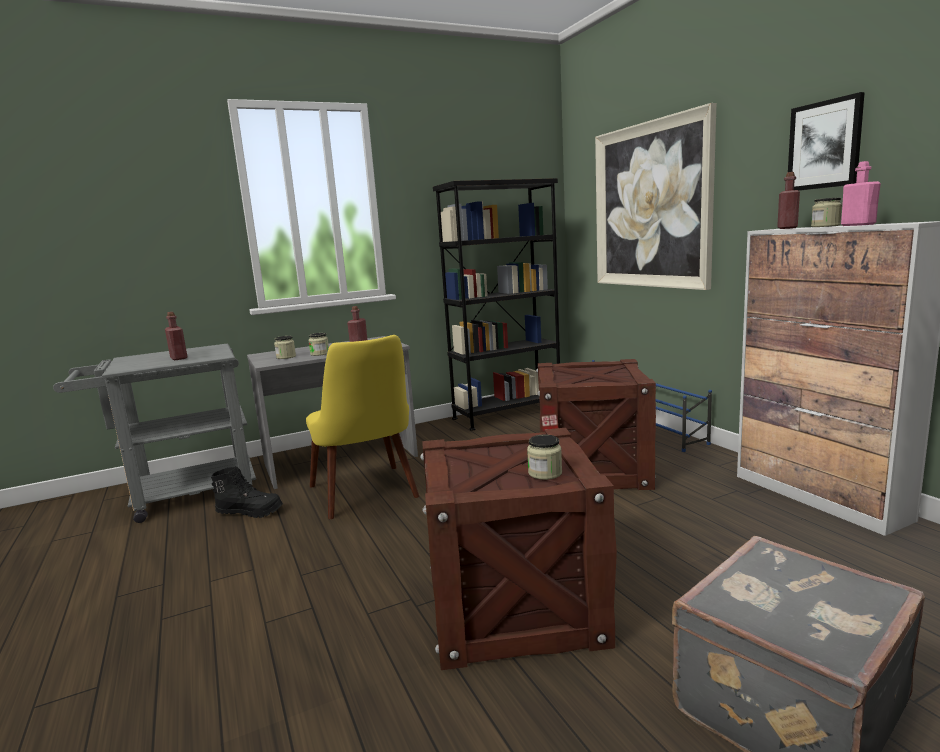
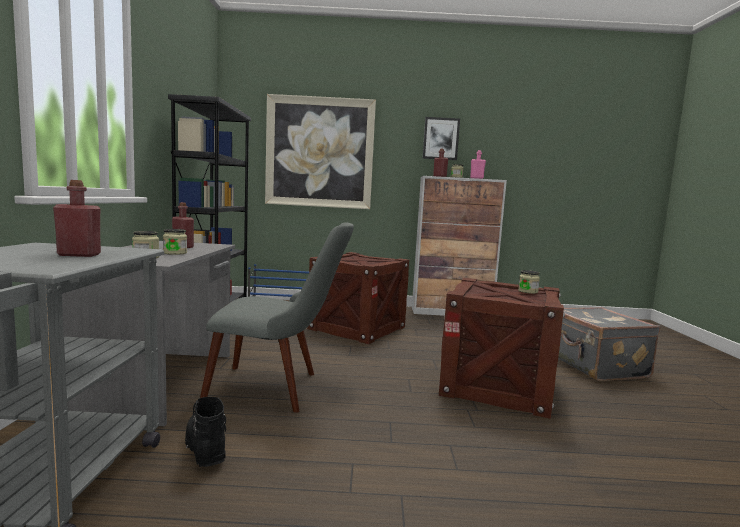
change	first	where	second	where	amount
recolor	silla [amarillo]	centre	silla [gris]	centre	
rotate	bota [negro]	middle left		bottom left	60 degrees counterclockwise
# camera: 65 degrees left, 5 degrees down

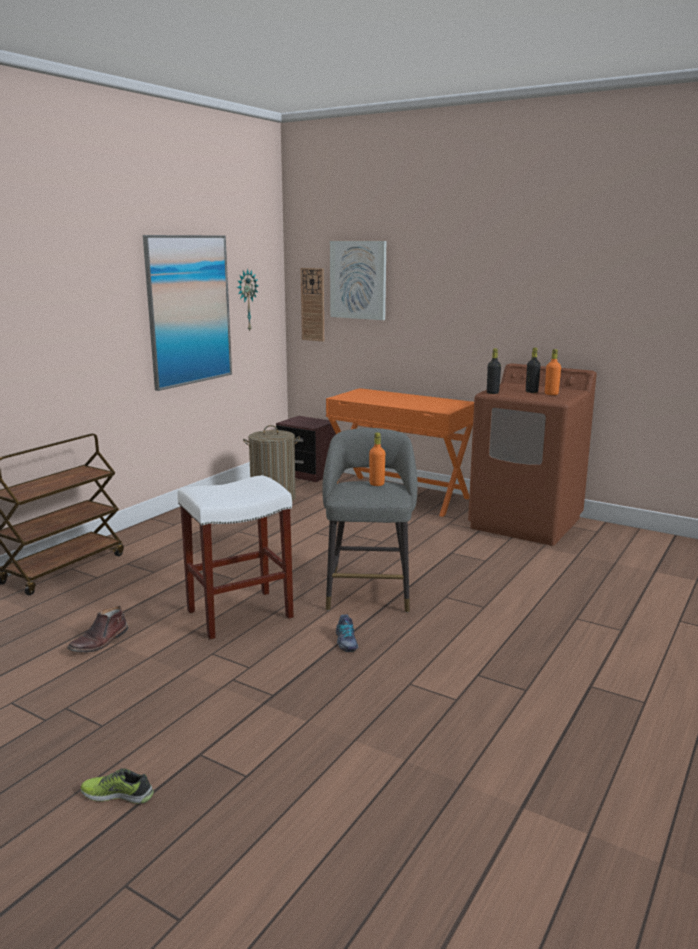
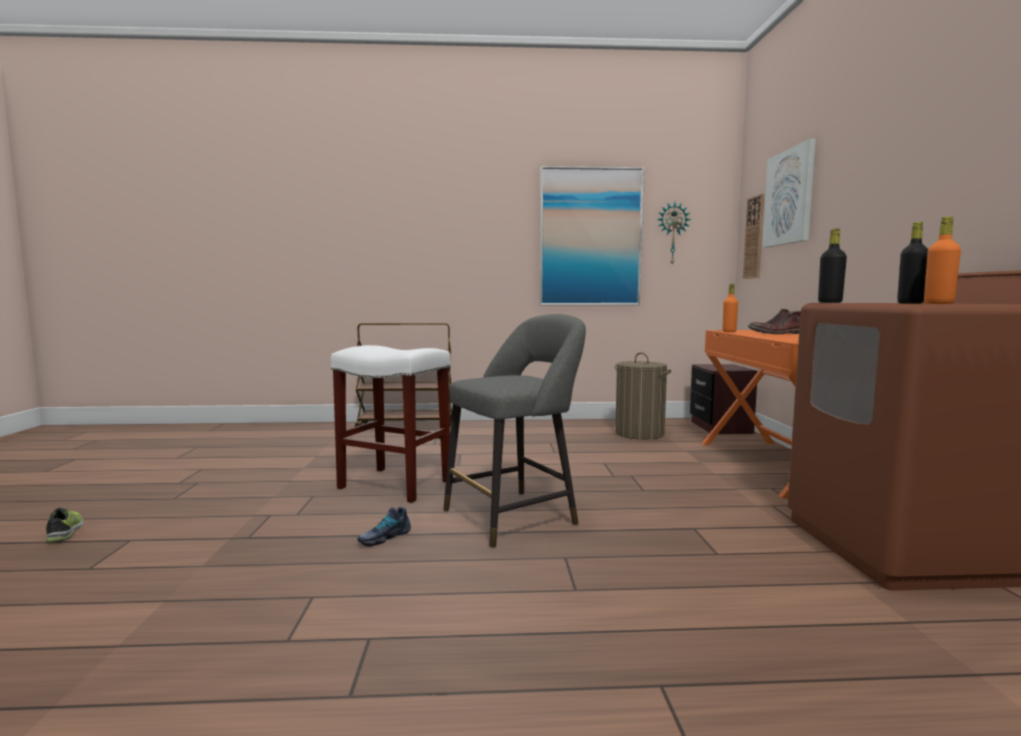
change	first	where	second	where	amount
move	botella [naranja] (1st from left)	centre		middle right	
move	bota [marrón]	middle left		middle right	
# camera: 55 degrees right, 10 degrees down

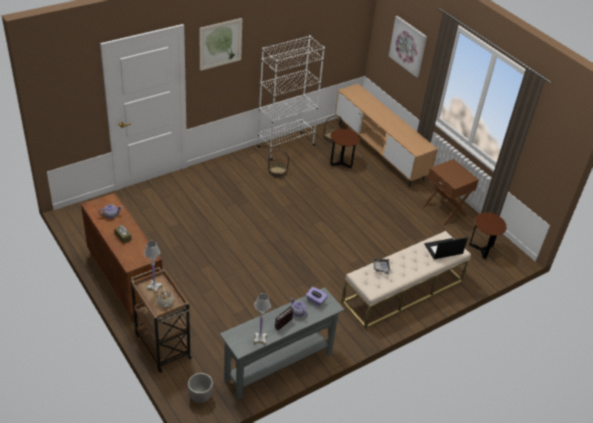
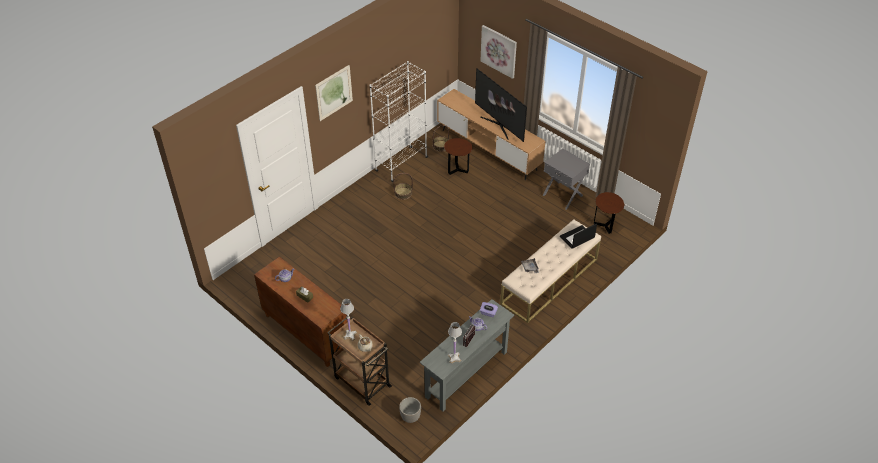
change	first	where	second	where	amount
recolor	mesita de noche [marrón]	middle right	mesita de noche [gris]	centre	
insert			televisor	top centre	
# camera: 10 degrees left, 5 degrees up

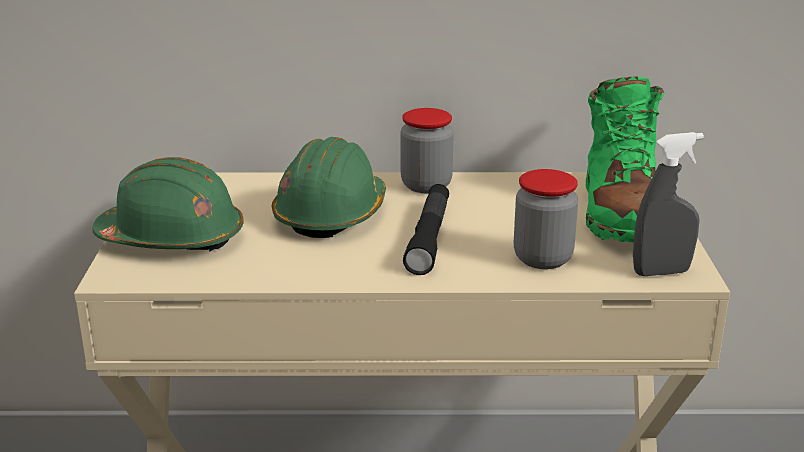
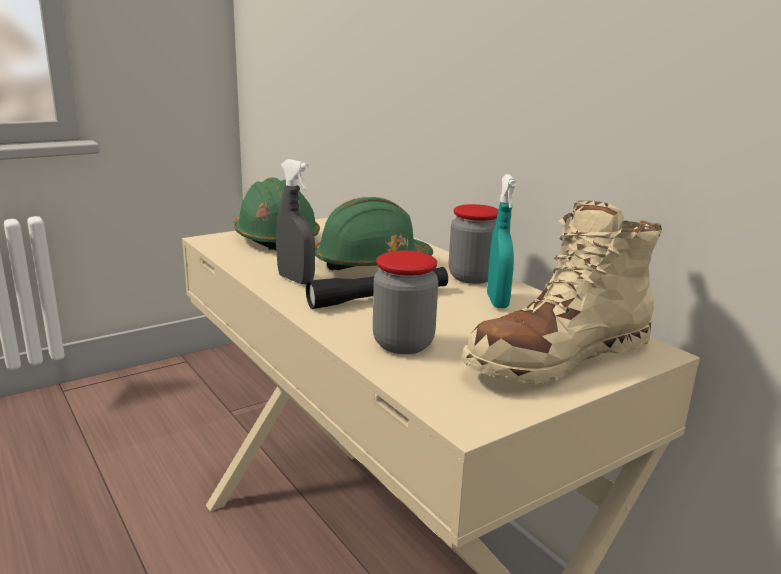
change	first	where	second	where	amount
recolor	bota [verde]	middle right	bota [beis]	middle right	
move	pulverizador [gris]	middle right		centre	
insert			pulverizador [turquesa]	centre	
# camera: 55 degrees right, 5 degrees down

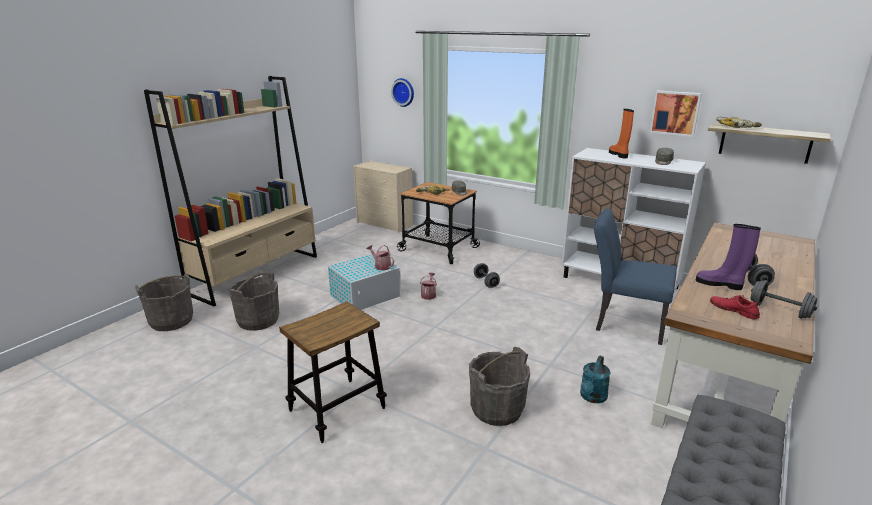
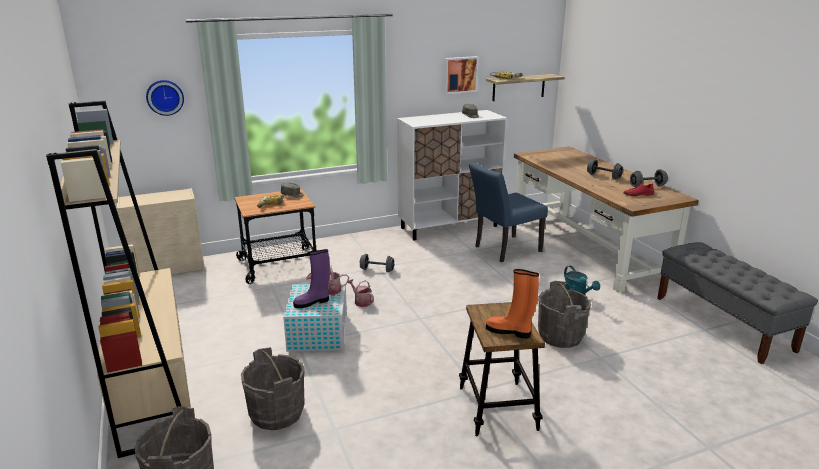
change	first	where	second	where	amount
move	bota [naranja]	top right		centre	
move	bota [morado]	middle right		centre	
# camera: 55 degrees left, 0 degrees up

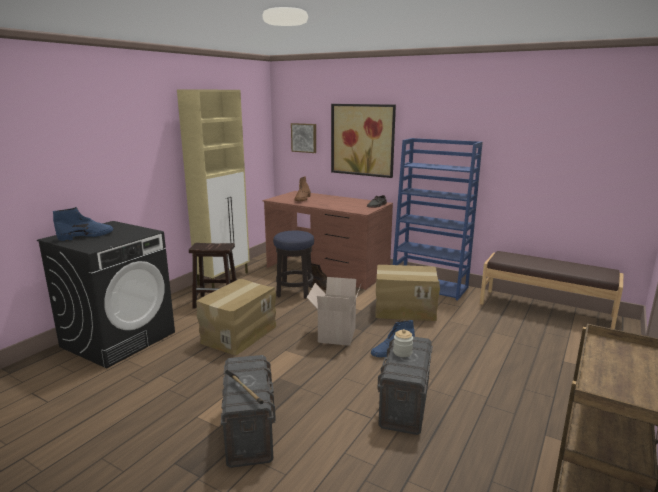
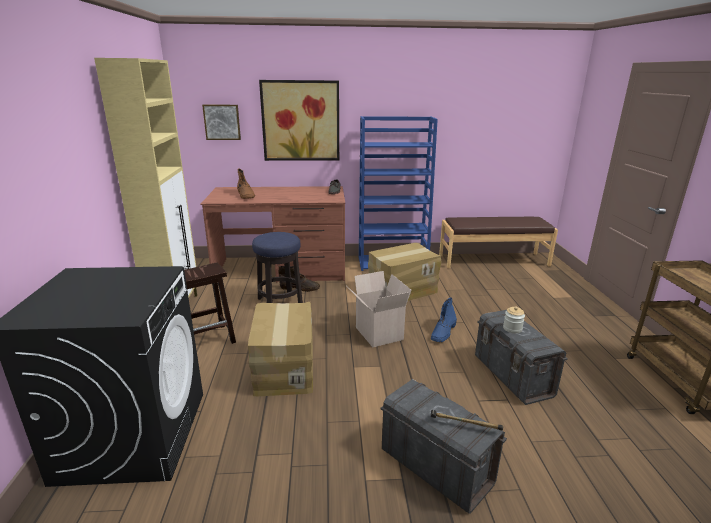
change	first	where	second	where	amount
delete	bota [azul] (1st from left)	middle left			
# camera: 35 degrees left, 5 degrees up

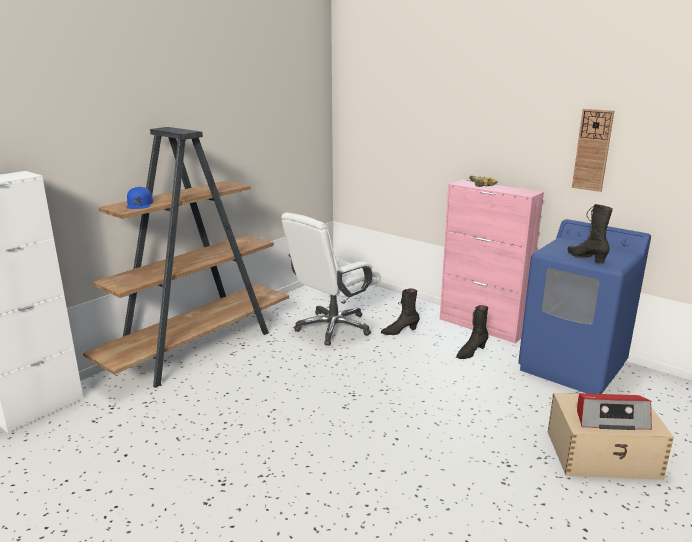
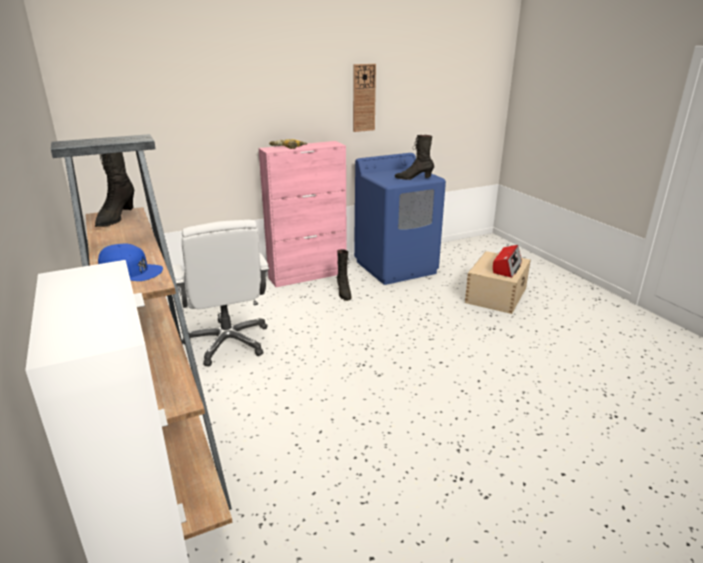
change	first	where	second	where	amount
move	bota [negro] (1st from left)	centre		middle left	
# camera: 65 degrees left, 5 degrees up

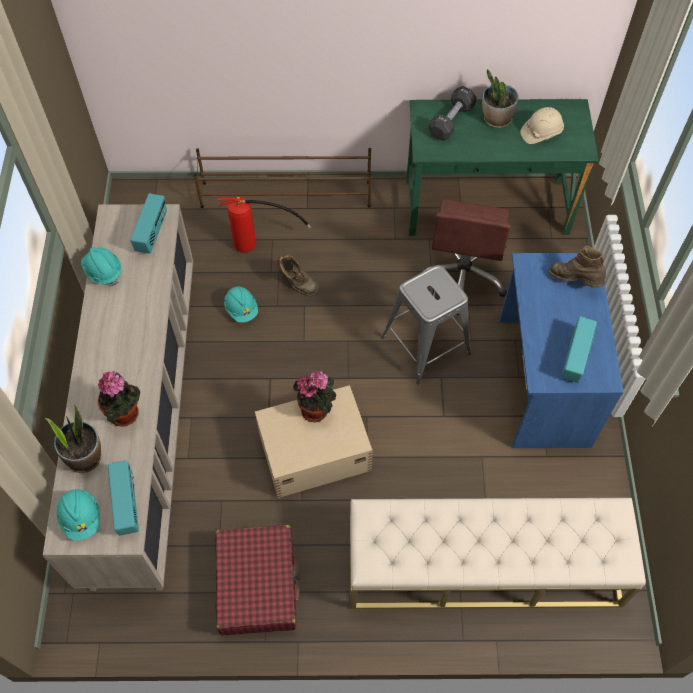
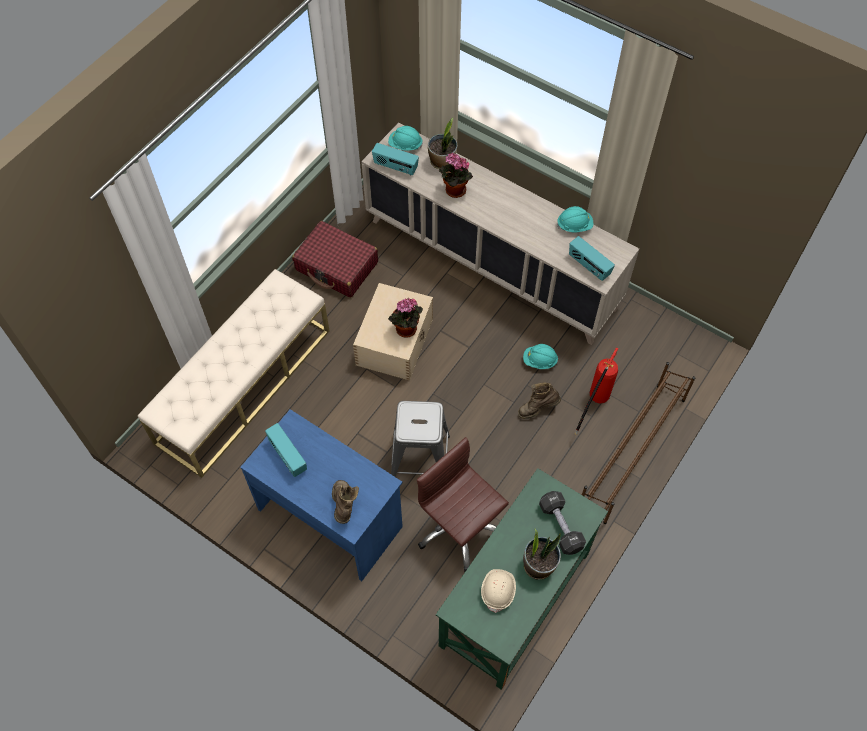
change	first	where	second	where	amount
rotate	bota [marrón] (2nd from left in the first image)	middle right	bota [marrón] (1st from left)	bottom centre	75 degrees counterclockwise
# camera: 125 degrees right, 0 degrees up

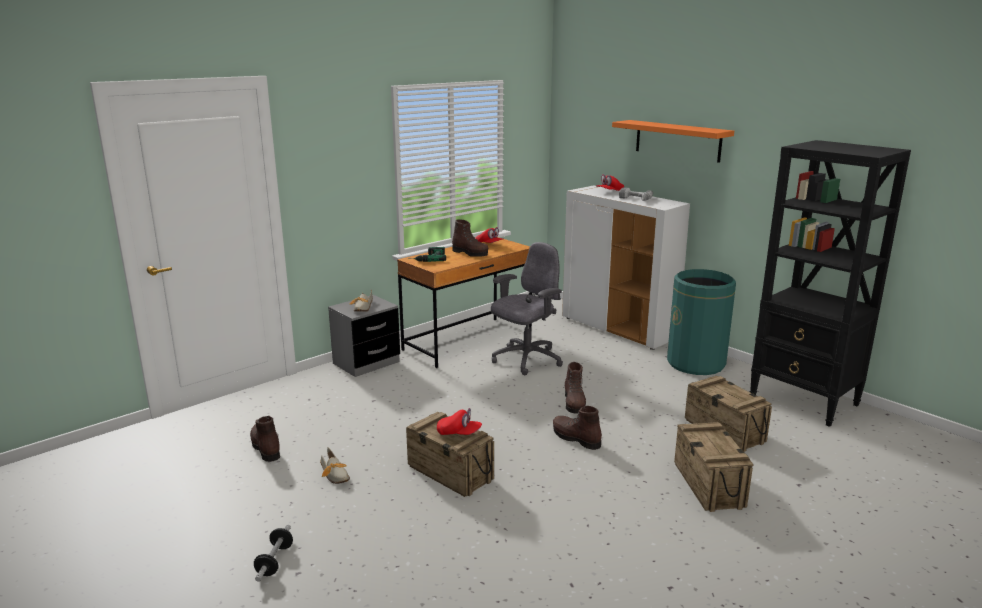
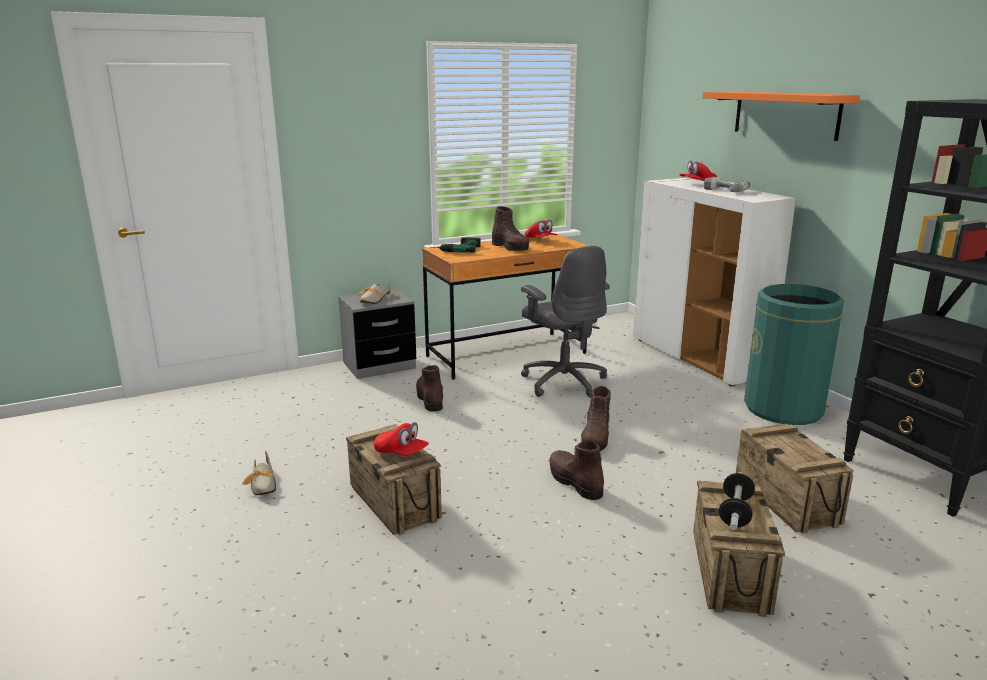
change	first	where	second	where	amount
rotate	silla de oficina [gris]	centre		centre	90 degrees clockwise
move	bota [marrón] (1st from left)	bottom left		centre	
move	mancuerna	bottom left		bottom right	
# camera: 15 degrees right, 0 degrees up

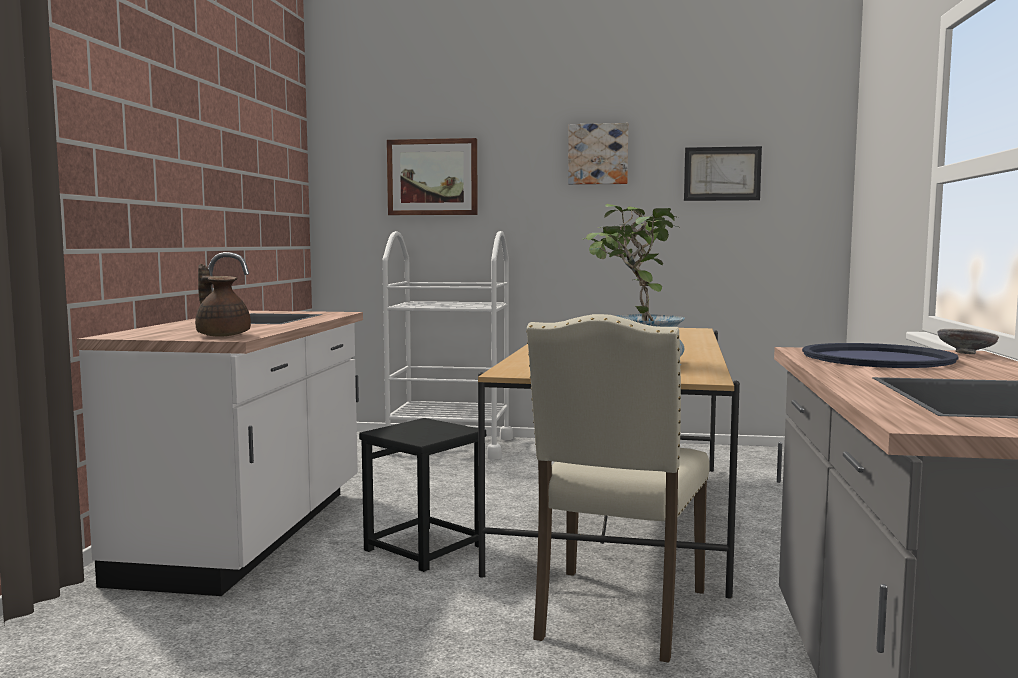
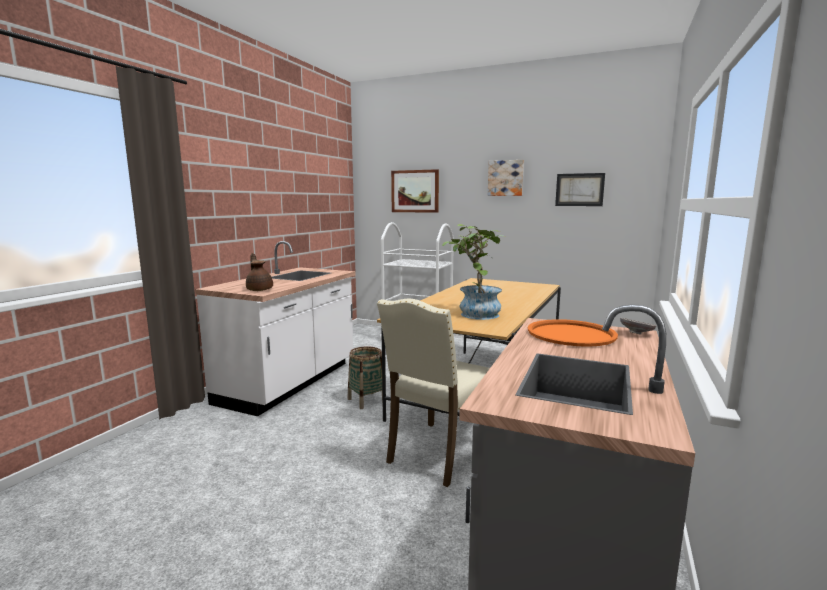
change	first	where	second	where	amount
recolor	bandeja [azul]	middle right	bandeja [naranja]	middle right	
replace	taburete [negro]	bottom centre	cesta	centre	
# camera: 15 degrees right, 5 degrees up

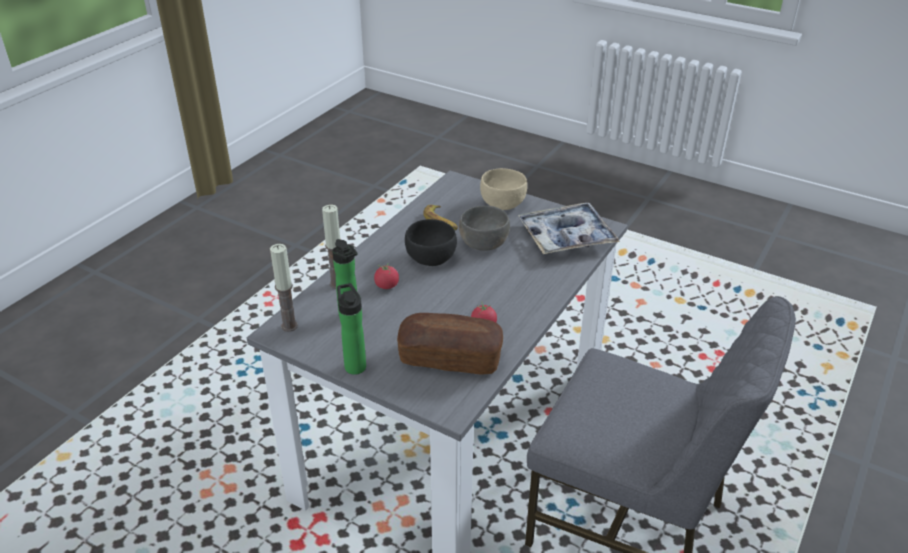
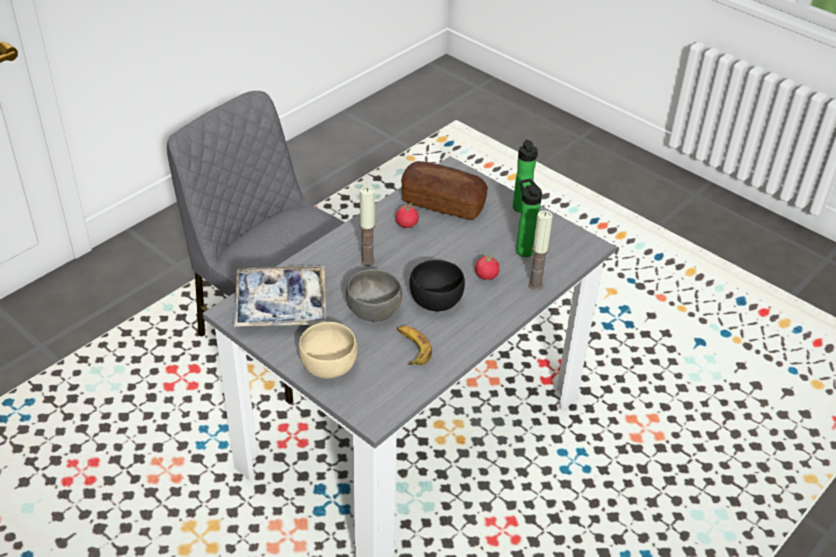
change	first	where	second	where	amount
move	vela (1st from left)	middle left		centre	
# camera: 170 degrees left, 5 degrees up

